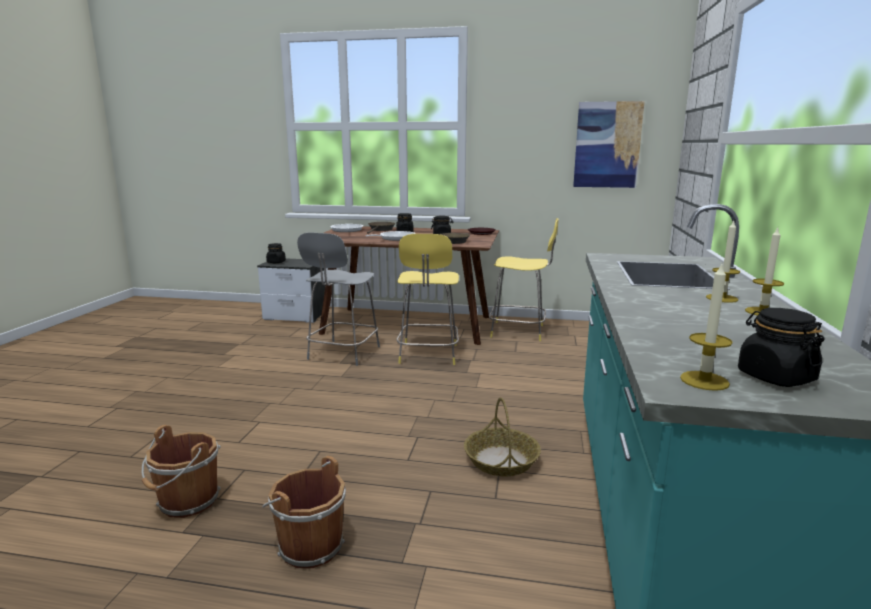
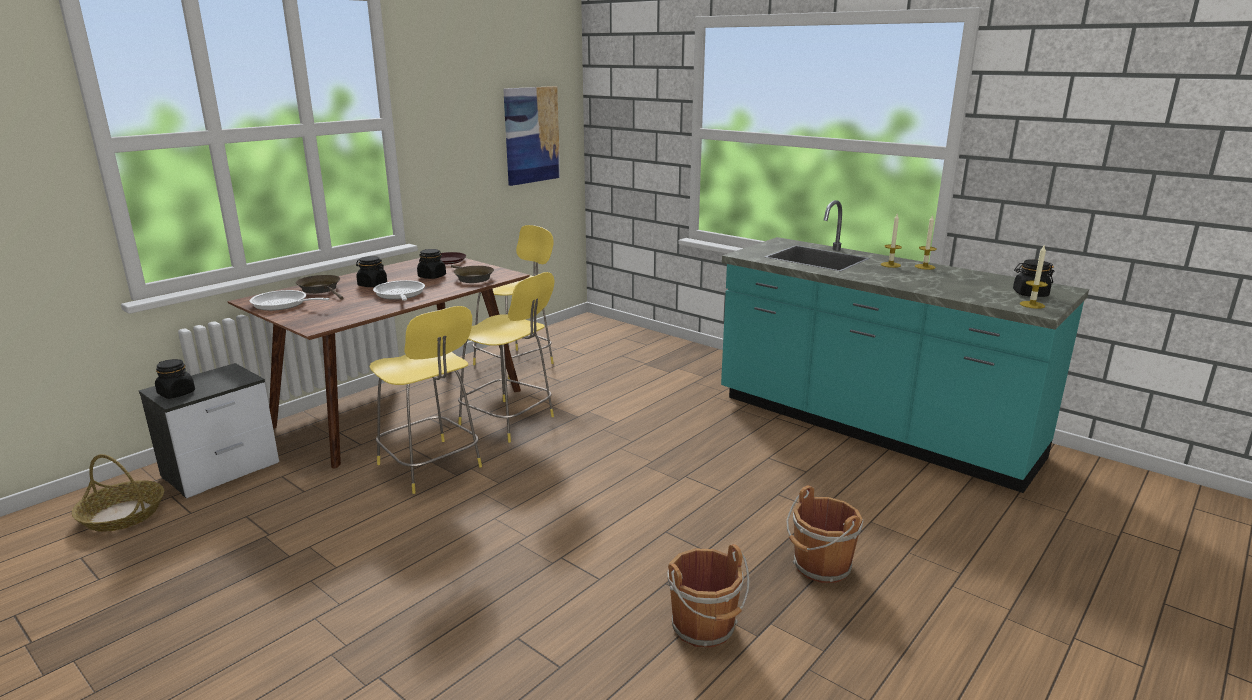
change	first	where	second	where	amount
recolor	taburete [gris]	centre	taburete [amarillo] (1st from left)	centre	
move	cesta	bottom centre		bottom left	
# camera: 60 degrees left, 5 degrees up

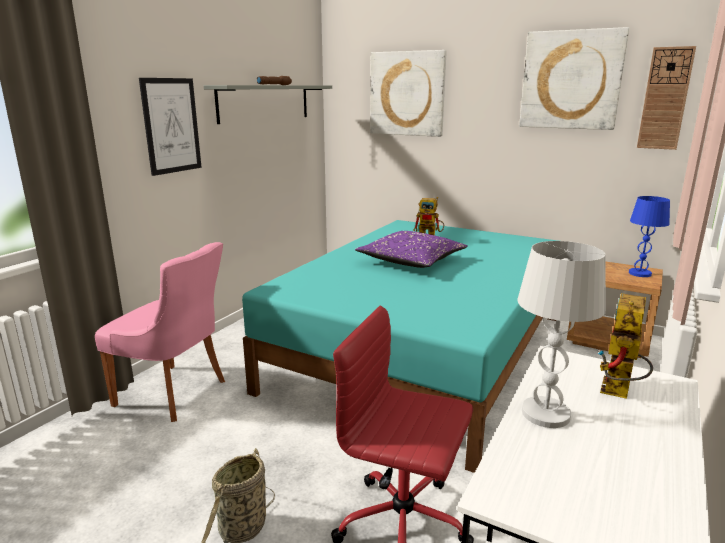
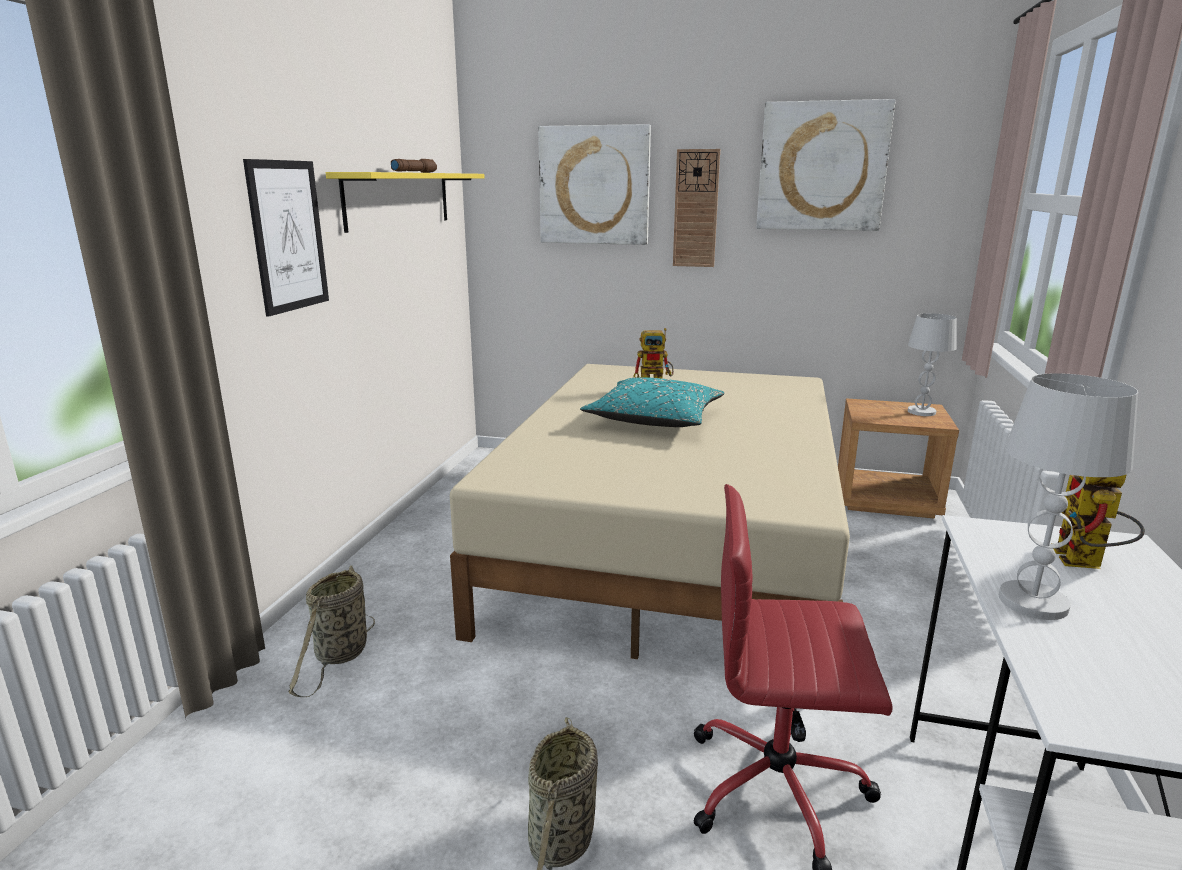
change	first	where	second	where	amount
move	reloj de pared	top right		top centre	
recolor	estante [gris]	top centre	estante [amarillo]	top centre	
recolor	lámpara de mesa [azul]	middle right	lámpara de mesa [blanco] (1st from left)	middle right	
recolor	cama [turquesa]	centre	cama [beis]	centre	
recolor	cojín [morado]	centre	cojín [turquesa]	centre	
replace	silla [rosa]	middle left	cesta (1st from left)	bottom left	
# camera: 15 degrees left, 0 degrees up

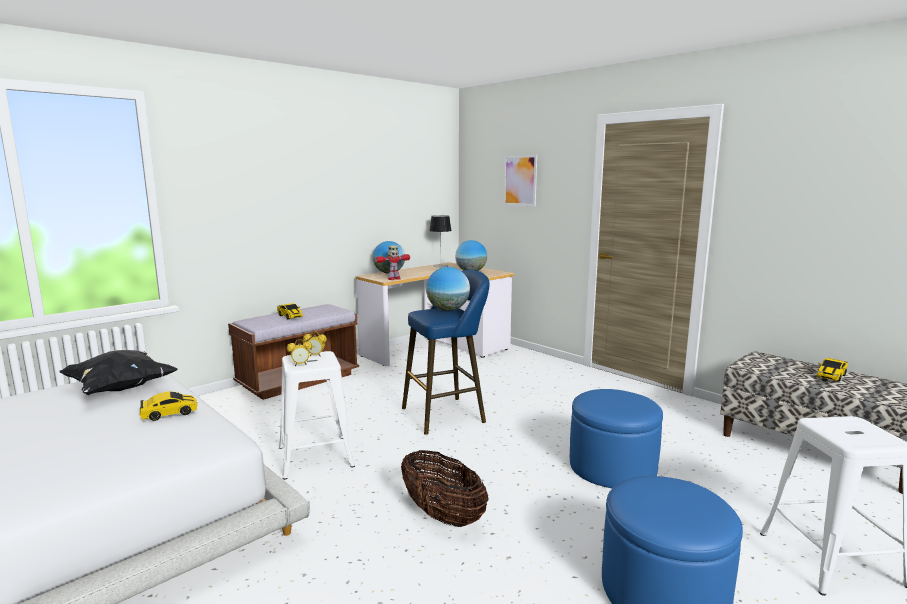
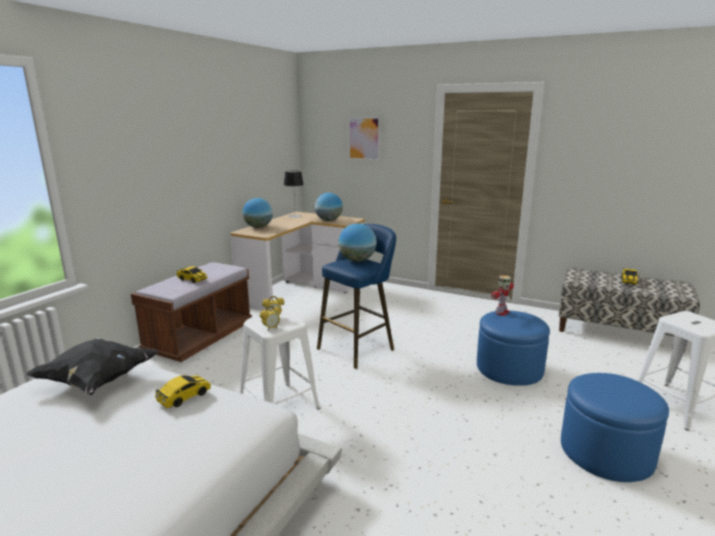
change	first	where	second	where	amount
move	robot de juguete	centre		middle right	
delete	cesta	bottom centre			
# camera: 20 degrees left, 5 degrees up

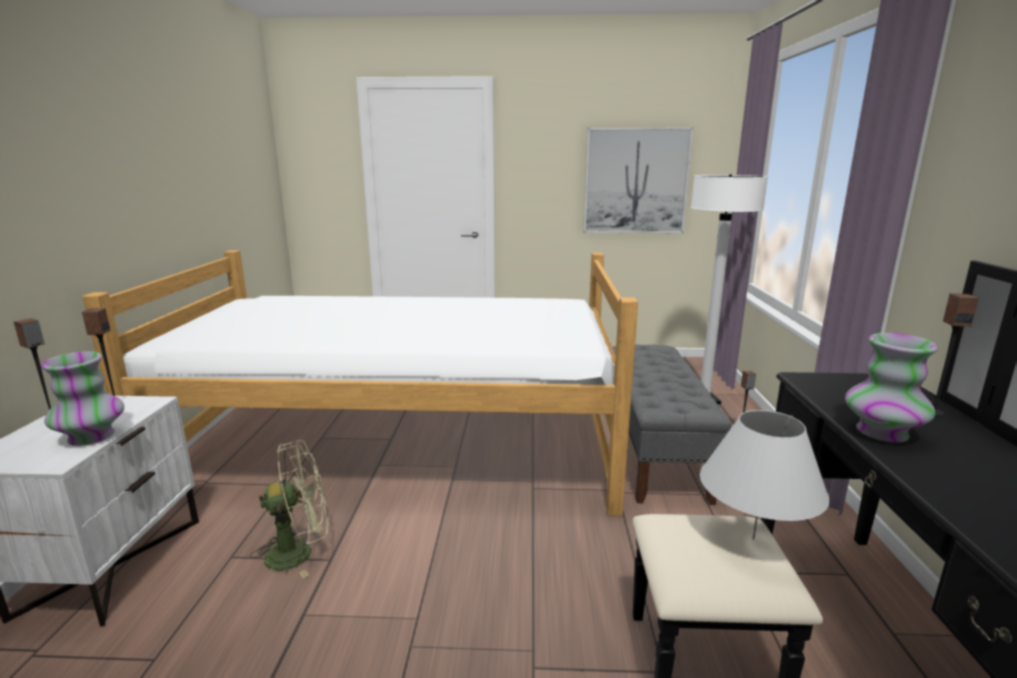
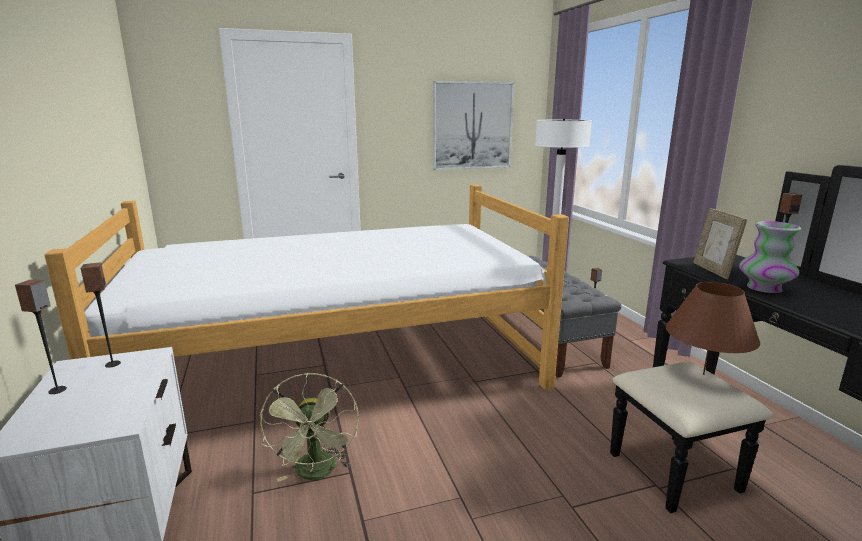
change	first	where	second	where	amount
delete	florero (1st from left)	middle left			
recolor	lámpara de mesa [blanco]	bottom right	lámpara de mesa [marrón]	middle right	
rotate	ventilador [verde]	bottom left		bottom centre	120 degrees clockwise
insert			portarretratos	middle right	
# camera: 20 degrees left, 0 degrees up

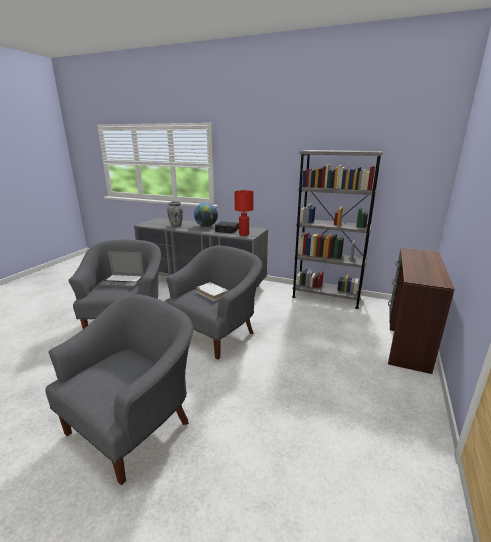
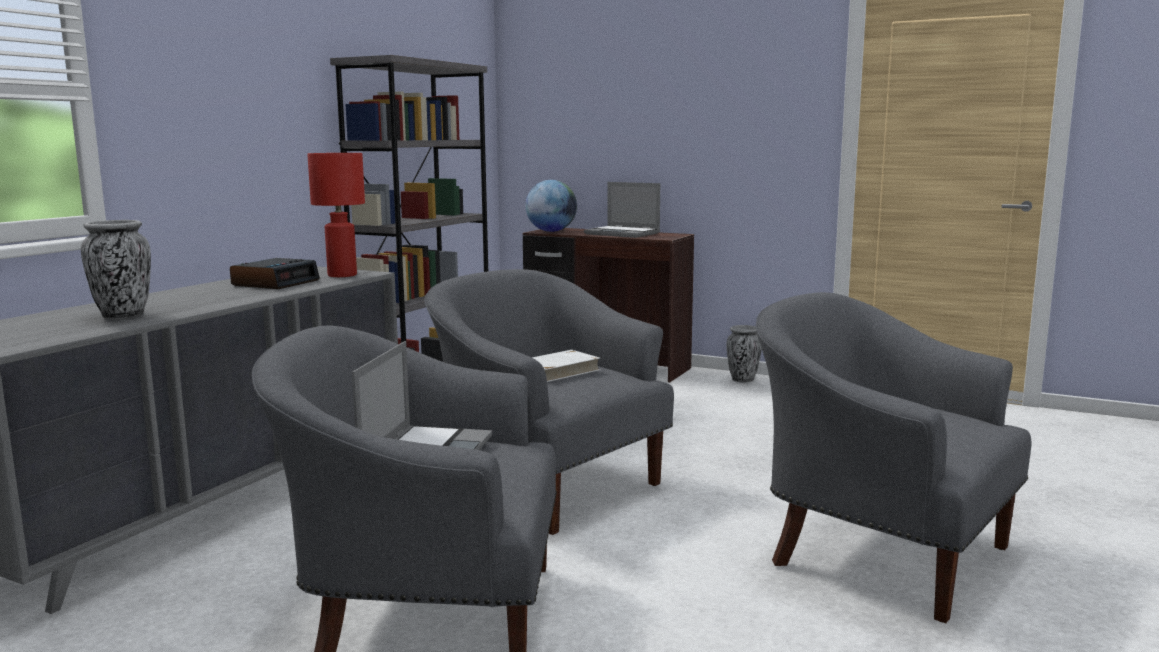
change	first	where	second	where	amount
move	globo terráqueo	centre		top centre	
insert			portátil (2nd from left)	top centre	
insert			florero (2nd from left)	centre	
# camera: 85 degrees left, 10 degrees down

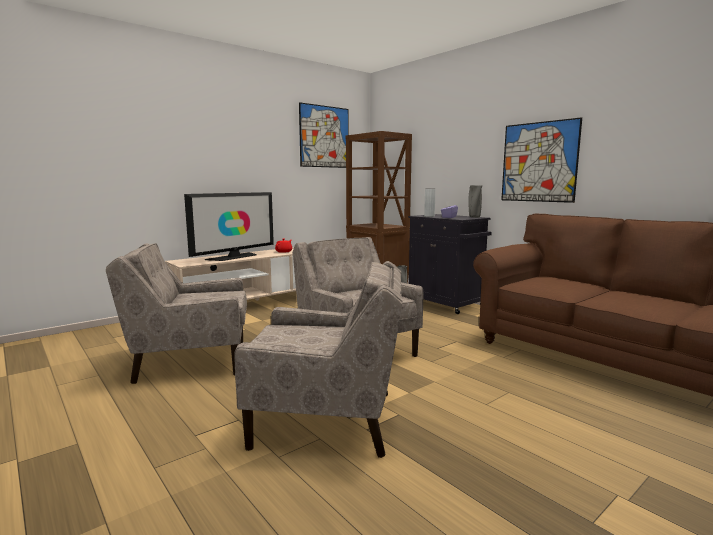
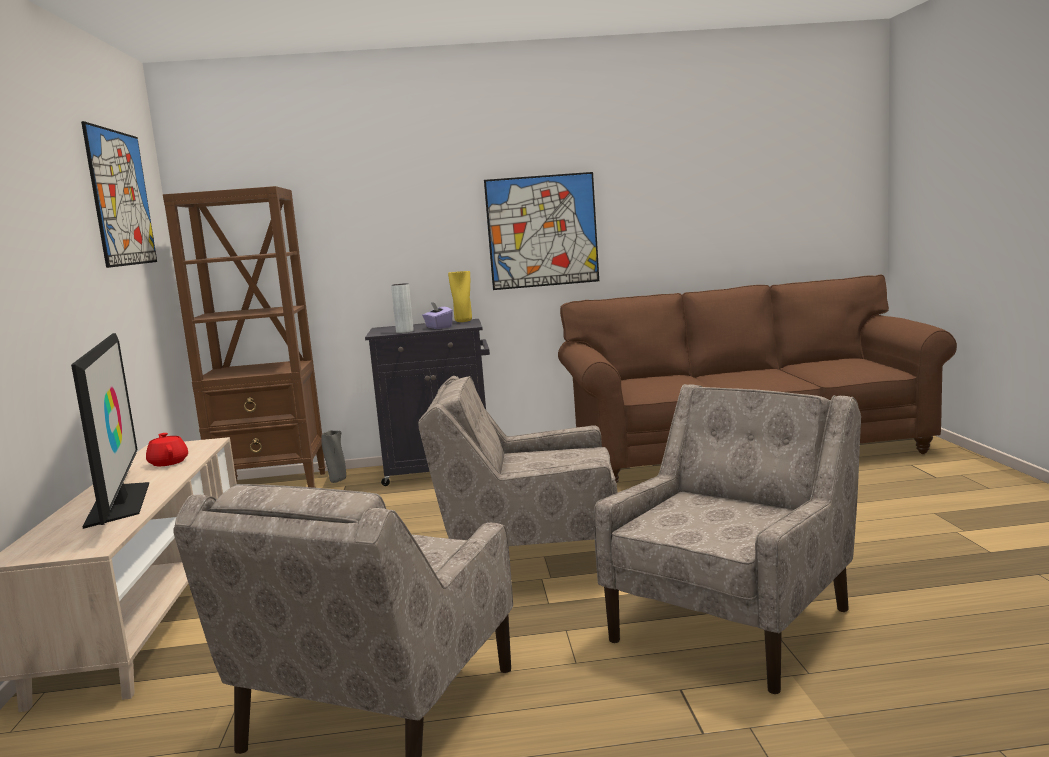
change	first	where	second	where	amount
recolor	florero [gris] (3rd from left)	centre	florero [amarillo]	centre	
# camera: 55 degrees left, 0 degrees up

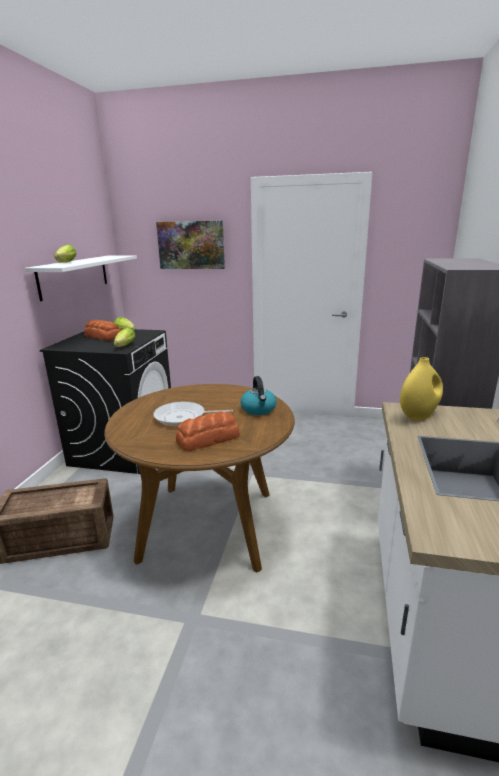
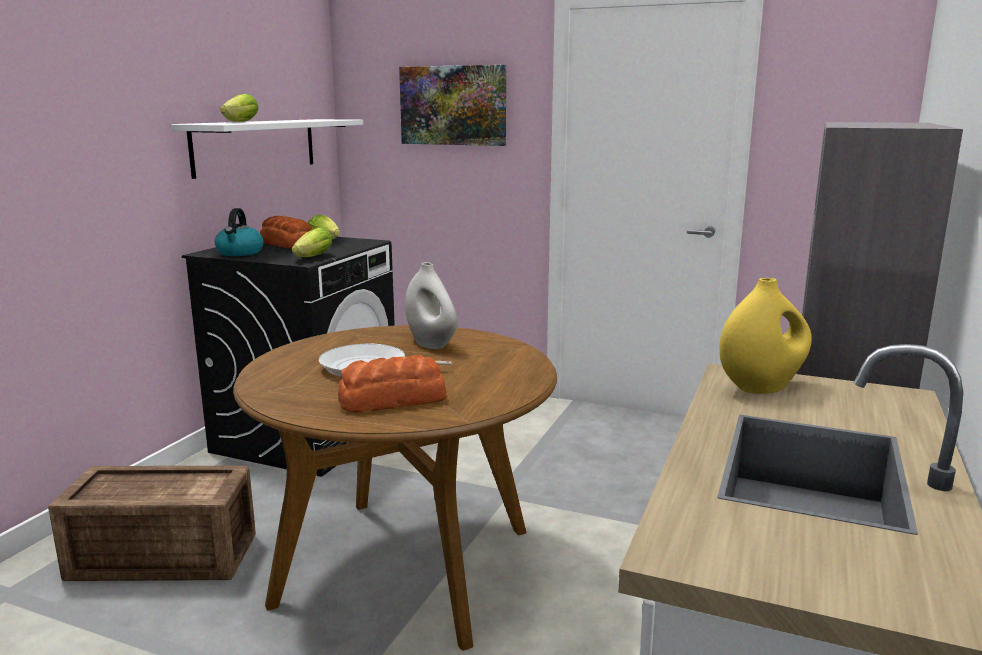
change	first	where	second	where	amount
move	hervidor	centre		middle left	
insert			florero [blanco]	centre	
# camera: 10 degrees right, 5 degrees down

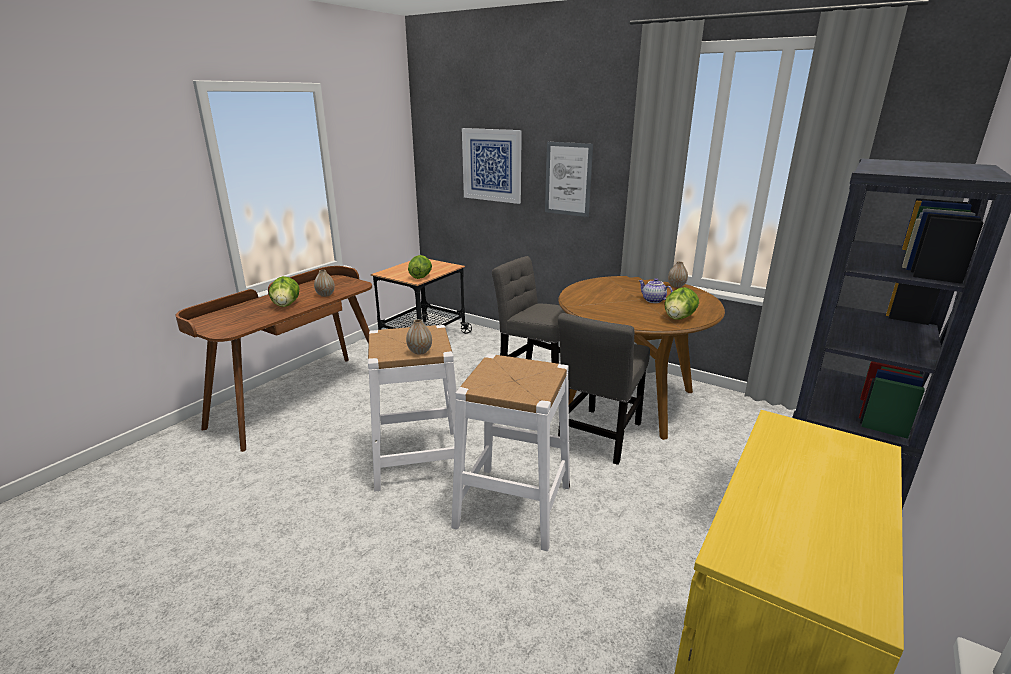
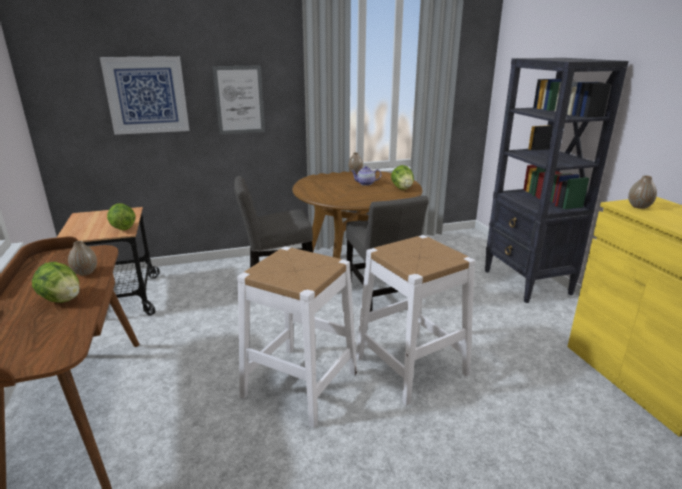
change	first	where	second	where	amount
move	florero (2nd from left in the first image)	centre	florero (3rd from left)	middle right	
# camera: 50 degrees left, 0 degrees up

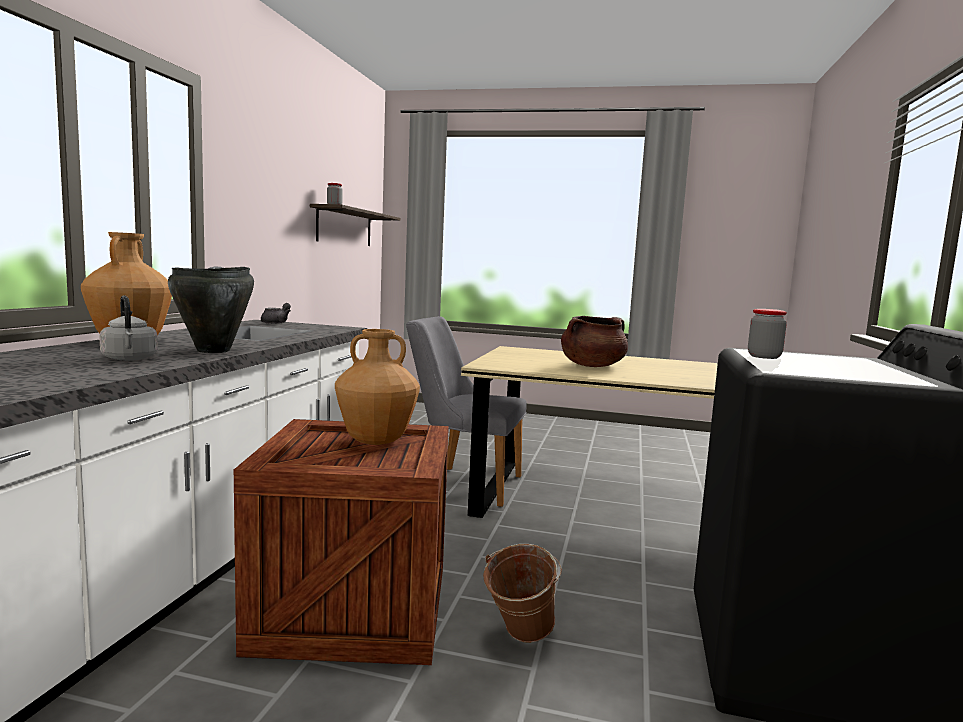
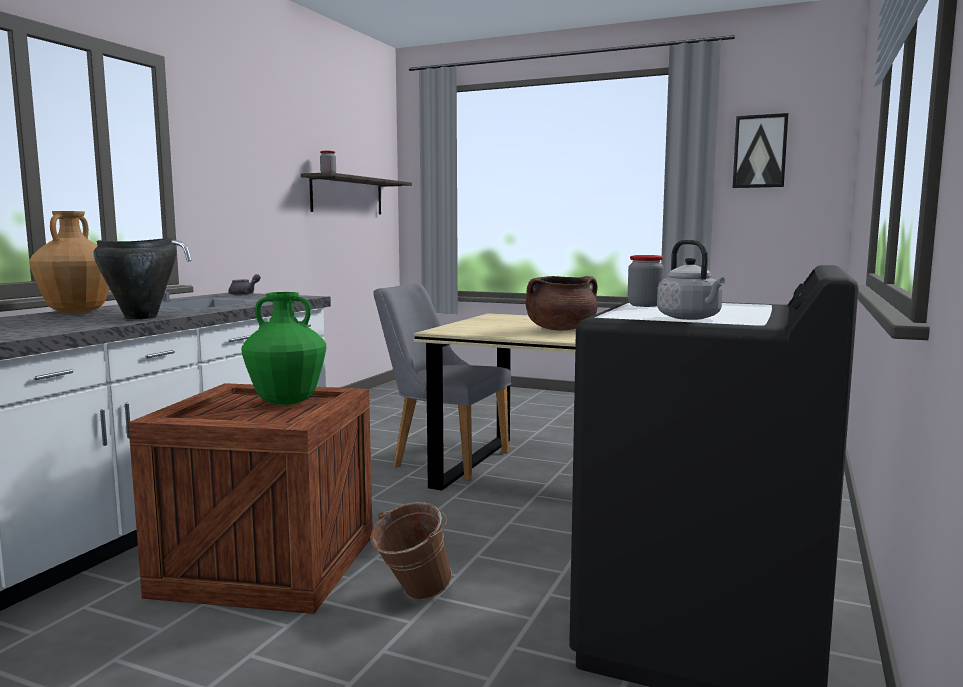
change	first	where	second	where	amount
move	hervidor [gris]	middle left		middle right	
recolor	florero [marrón] (2nd from left)	centre	florero [verde]	middle left	
insert			cuadro	top right	
# camera: 10 degrees right, 0 degrees up

